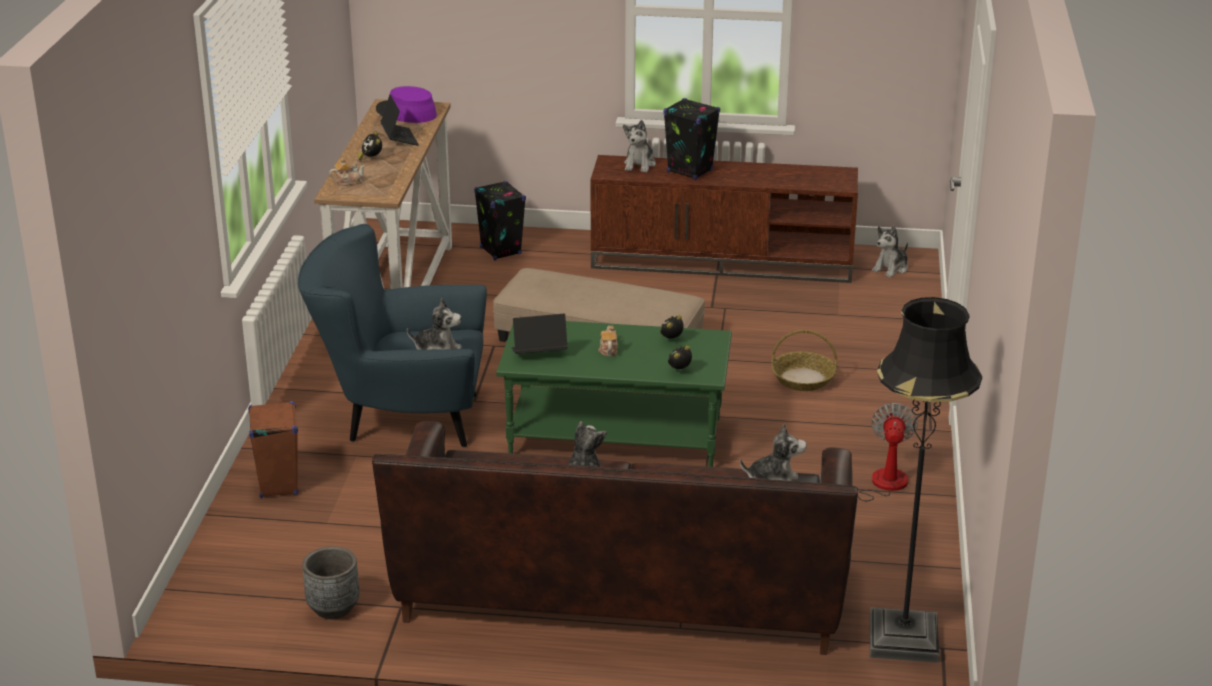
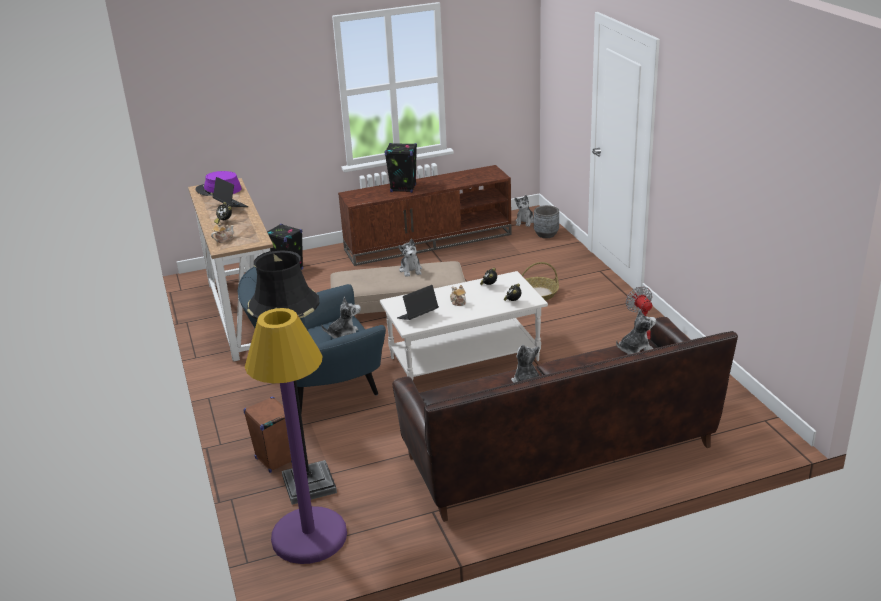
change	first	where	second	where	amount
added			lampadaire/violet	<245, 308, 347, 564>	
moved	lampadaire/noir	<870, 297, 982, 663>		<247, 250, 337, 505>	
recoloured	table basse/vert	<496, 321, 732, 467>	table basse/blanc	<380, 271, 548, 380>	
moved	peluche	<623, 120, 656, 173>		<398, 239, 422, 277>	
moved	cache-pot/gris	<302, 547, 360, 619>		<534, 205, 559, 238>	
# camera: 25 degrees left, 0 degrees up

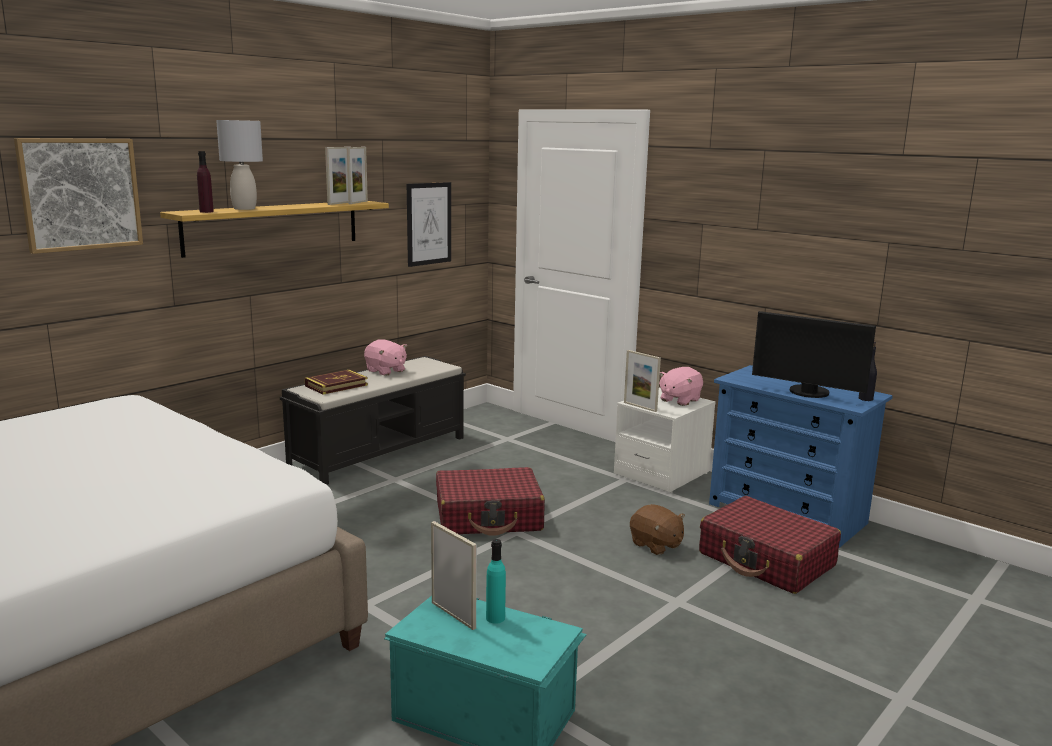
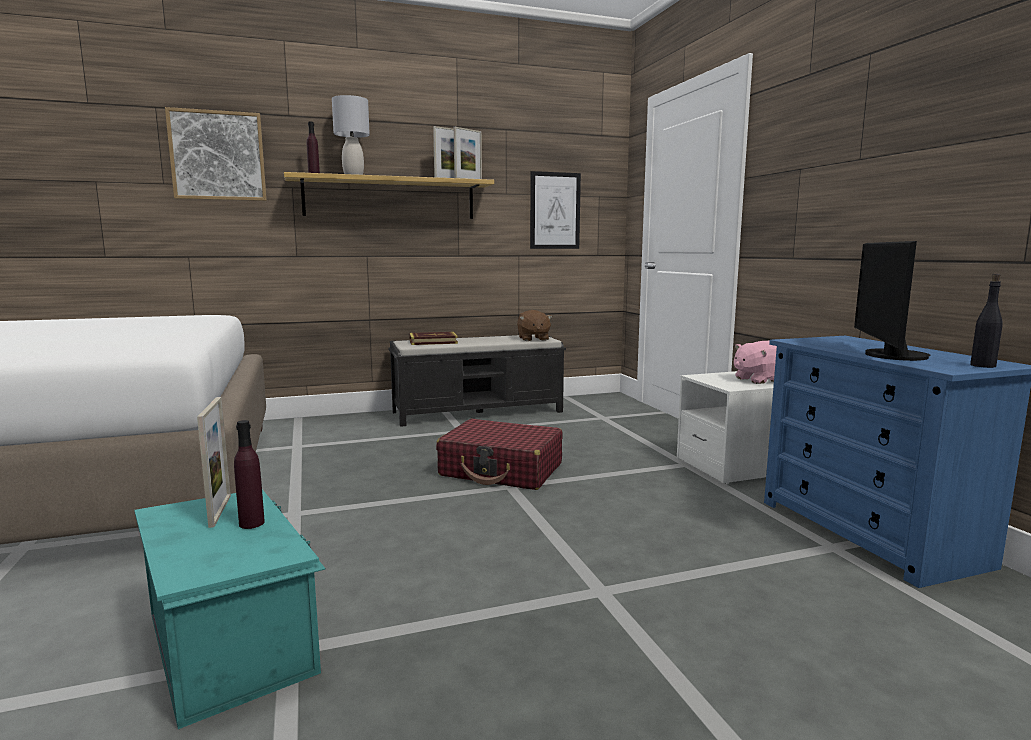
change	first	where	second	where	amount
recoloured	bouteille/turquoise	<486, 539, 506, 624>	bouteille/violet	<234, 420, 265, 529>	
moved	peluche/marron	<630, 504, 685, 555>		<517, 310, 553, 341>	
turned	écran d'ordinateur	<752, 311, 876, 398>		<854, 241, 931, 361>	45 degrees clockwise
removed	peluche/rose	<364, 339, 407, 376>			
removed	cadre photo	<624, 350, 661, 412>			
removed	valise/rouge	<699, 496, 841, 594>			
# camera: 30 degrees right, 5 degrees down

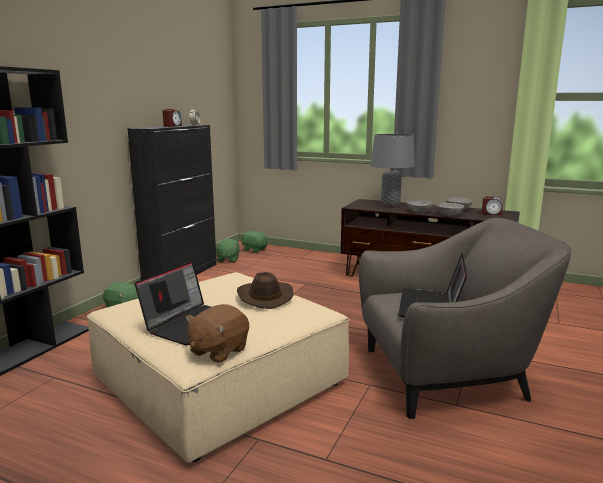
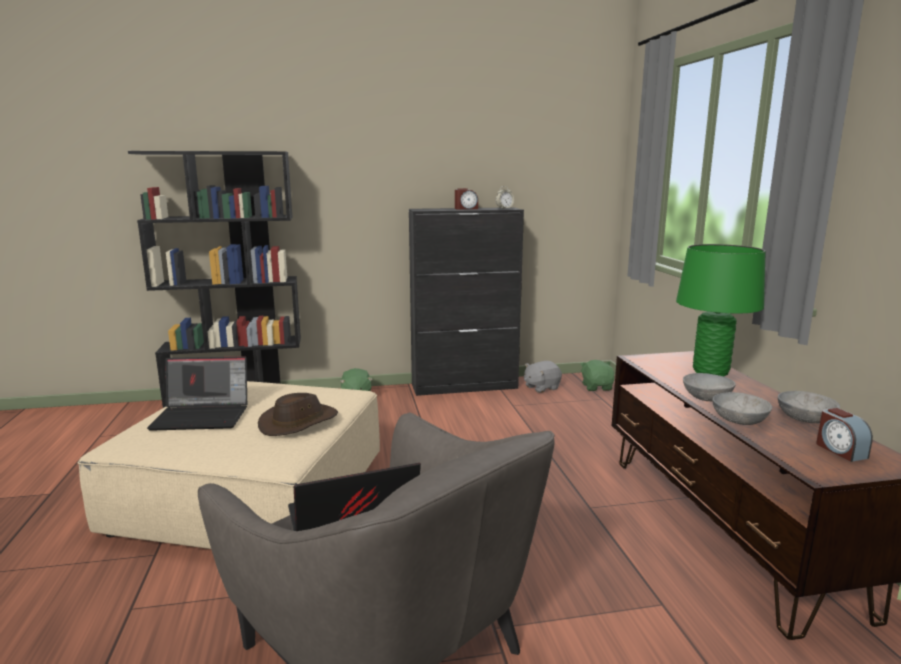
change	first	where	second	where	amount
recoloured	peluche/vert	<216, 239, 240, 263>	peluche/gris	<524, 361, 562, 393>	
recoloured	lampe de table/gris	<370, 134, 415, 206>	lampe de table/vert	<676, 244, 766, 376>	
removed	peluche/marron	<185, 304, 249, 363>			
# camera: 55 degrees right, 0 degrees up

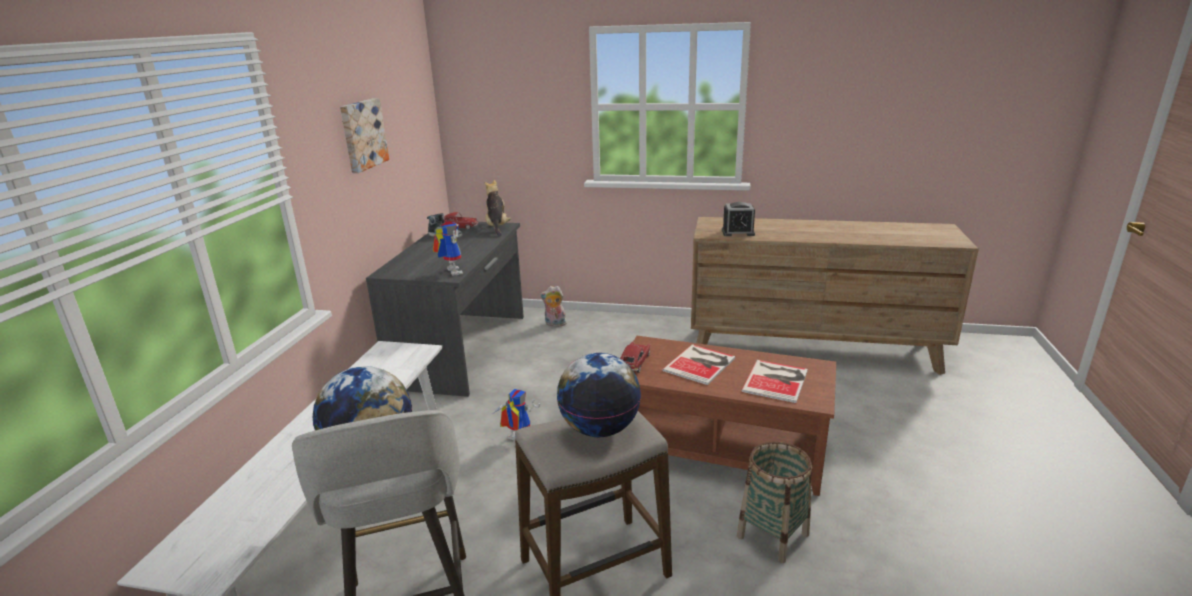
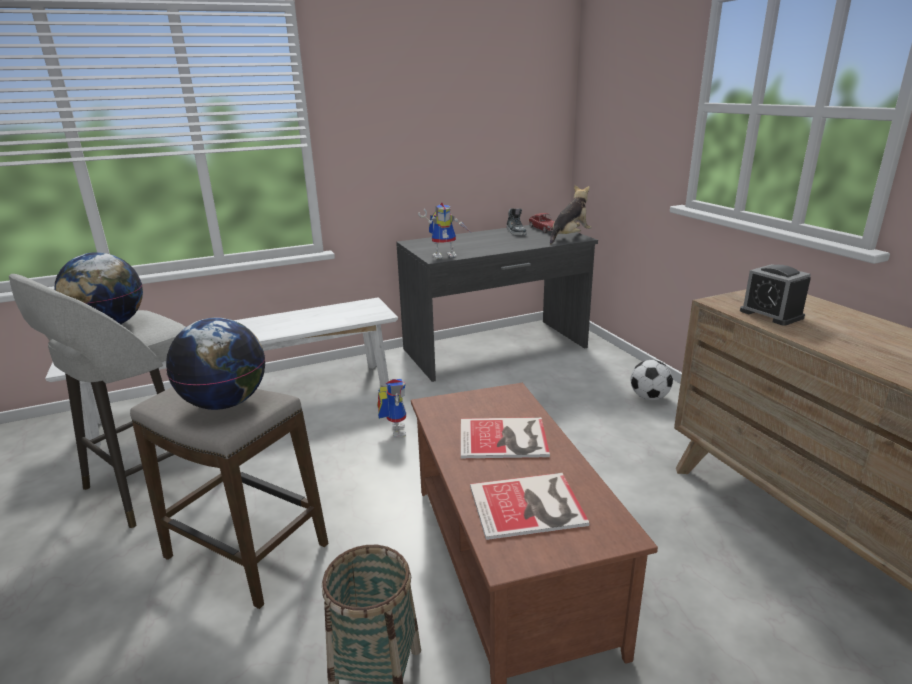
change	first	where	second	where	amount
turned	robot jouet	<433, 221, 463, 276>		<418, 203, 470, 259>	45 degrees clockwise
added			ballon de foot	<631, 360, 673, 400>	
removed	tableau	<340, 98, 389, 173>			
removed	peluche	<540, 286, 567, 326>			
removed	petite voiture	<620, 342, 651, 373>			
# camera: 55 degrees right, 0 degrees up

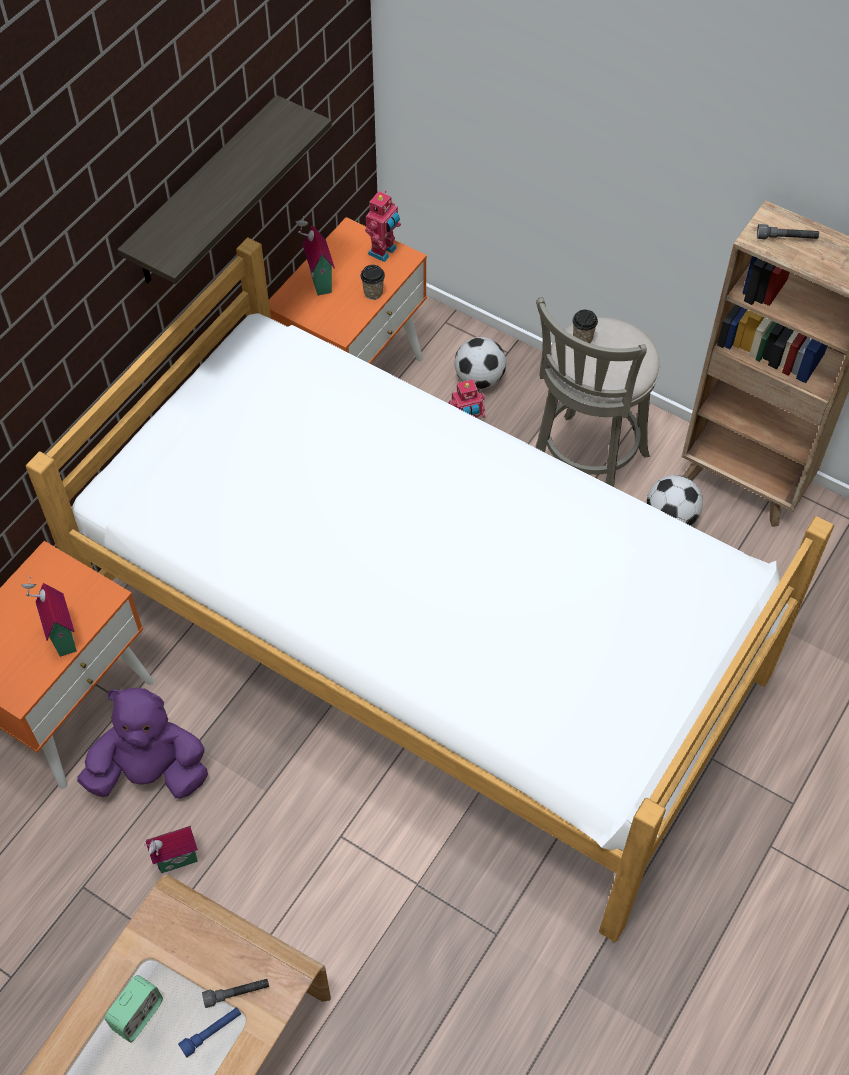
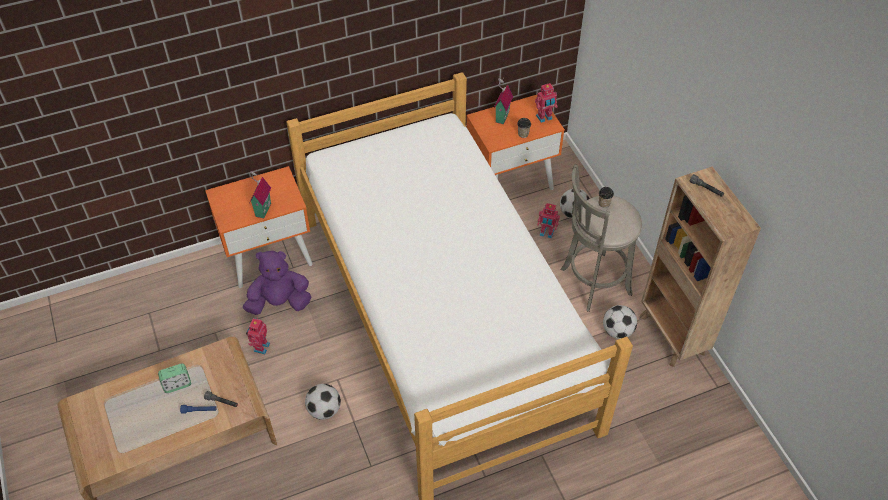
change	first	where	second	where	amount
turned	peluche/violet	<77, 688, 208, 799>		<243, 251, 311, 315>	45 degrees counterclockwise
replaced	maison miniature	<144, 826, 198, 873>	robot jouet	<246, 317, 270, 354>	
added			ballon de foot	<305, 384, 341, 420>	
removed	étagère	<117, 95, 332, 284>			
# camera: 35 degrees right, 5 degrees down

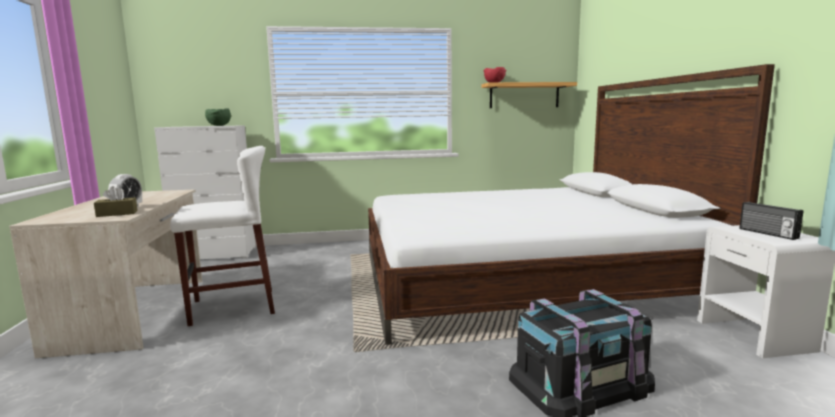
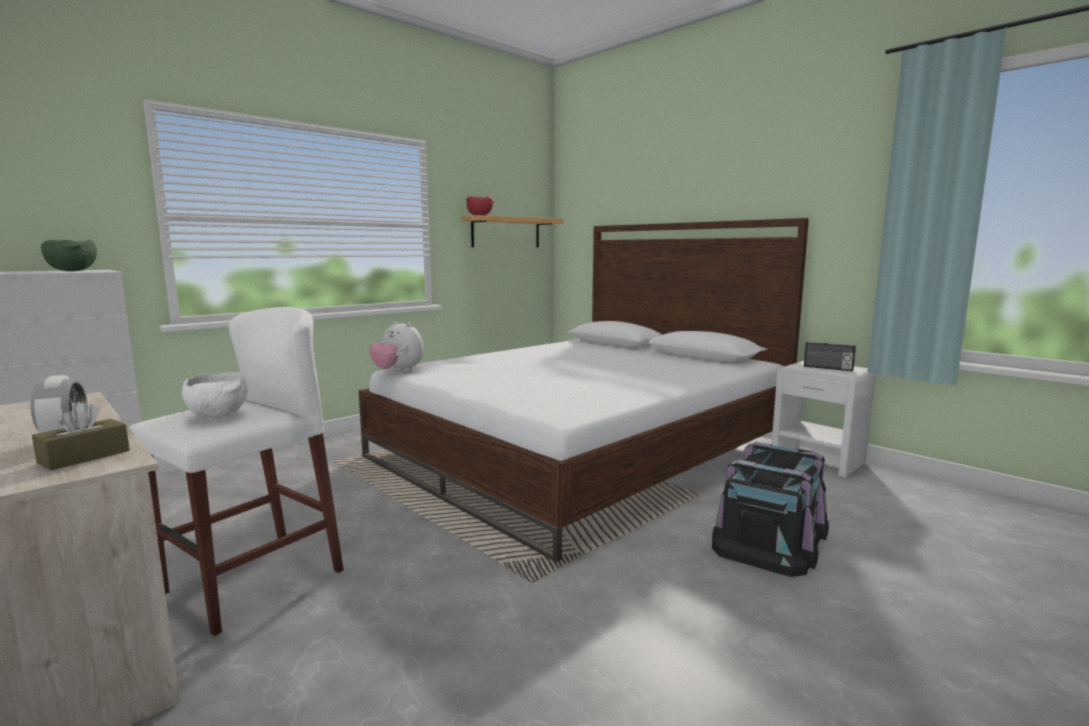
change	first	where	second	where	amount
added			bol/blanc	<182, 372, 247, 418>	
added			peluche	<369, 321, 424, 372>	
# camera: 35 degrees left, 0 degrees up

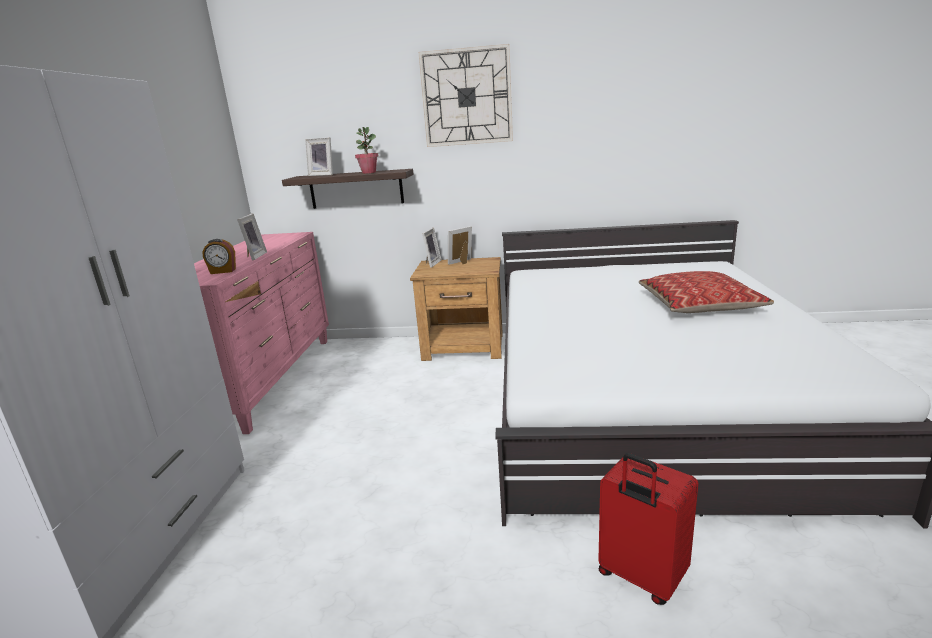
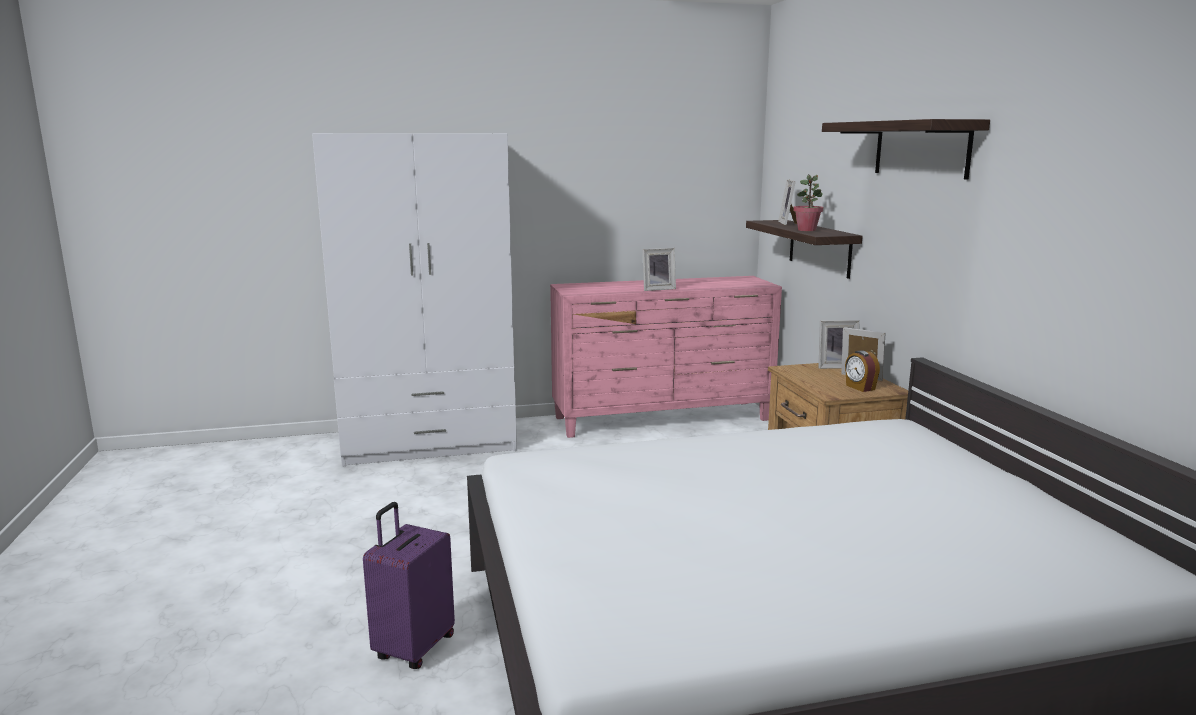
change	first	where	second	where	amount
recoloured	valise/rouge	<598, 453, 698, 605>	valise/violet	<363, 502, 455, 669>	
replaced	horloge murale	<419, 44, 513, 147>	étagère	<822, 119, 990, 180>	
moved	réveil	<203, 239, 236, 274>		<845, 350, 880, 392>	
removed	coussin	<639, 271, 774, 313>			
# camera: 70 degrees right, 5 degrees down

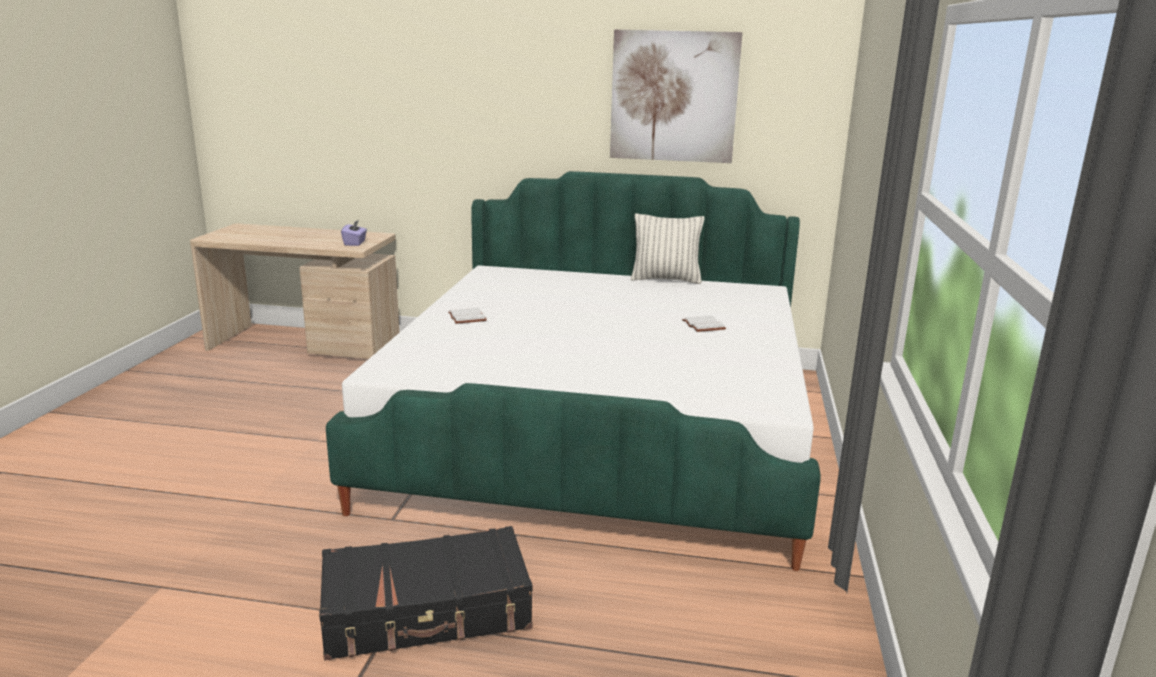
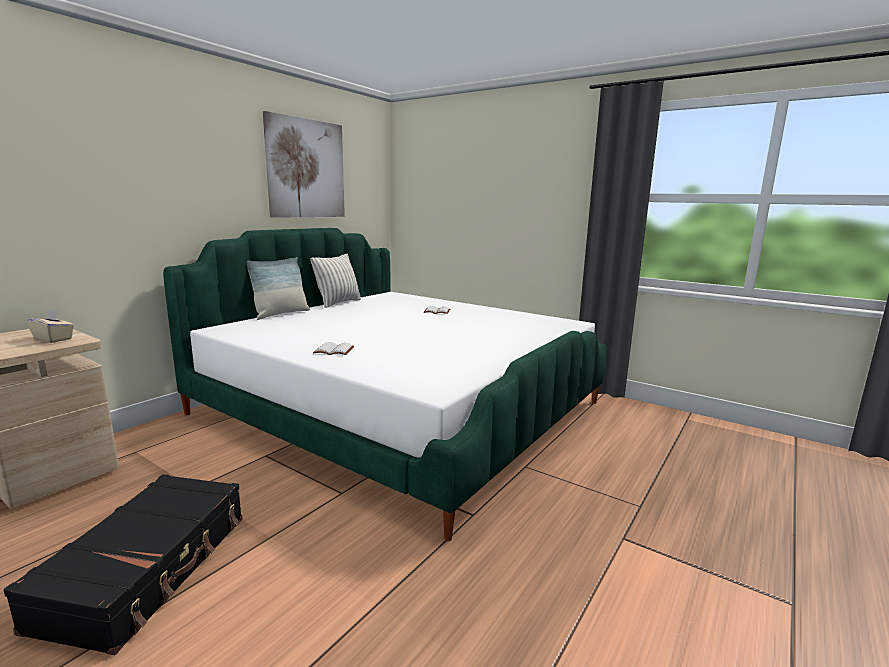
change	first	where	second	where	amount
moved	valise/noir	<319, 526, 532, 660>		<3, 474, 242, 655>	
recoloured	boîte à mouchoirs/violet	<341, 220, 367, 246>	boîte à mouchoirs/beige	<27, 309, 74, 343>	
added			coussin	<247, 257, 310, 320>	
# camera: 65 degrees left, 5 degrees down

